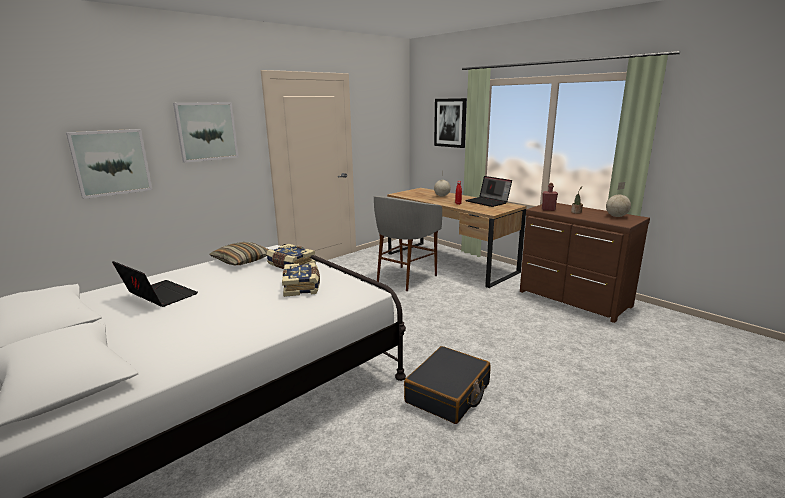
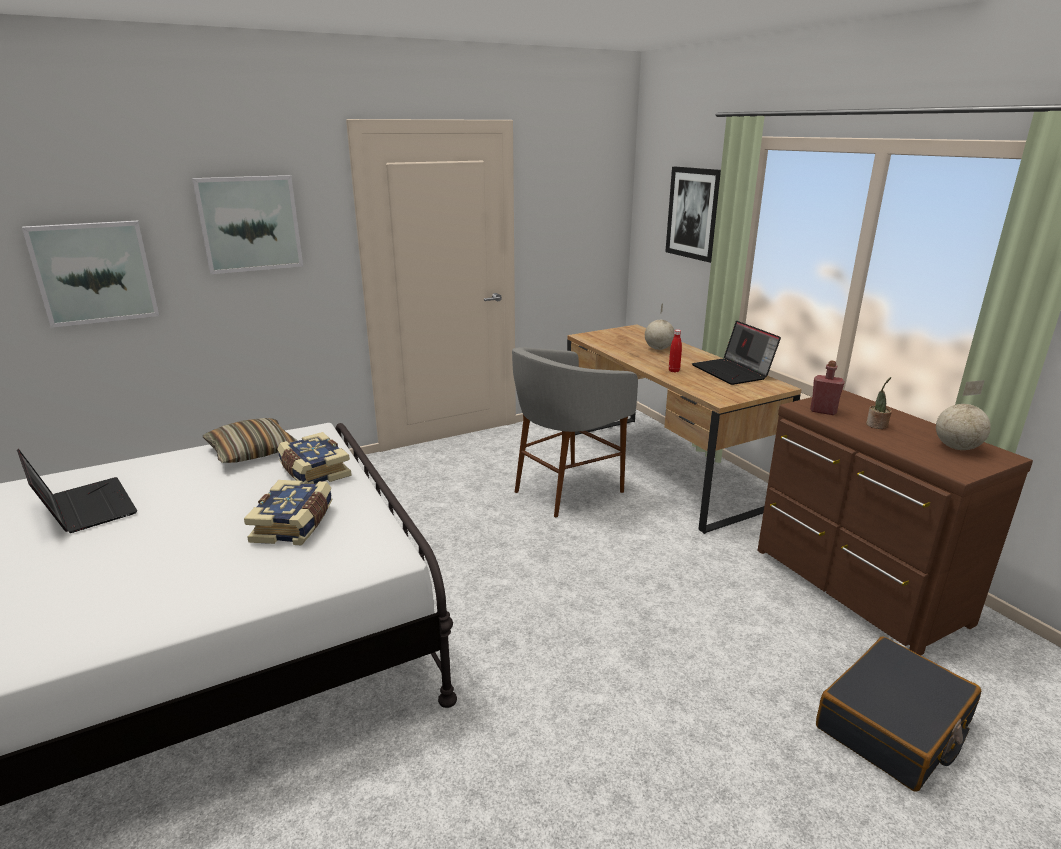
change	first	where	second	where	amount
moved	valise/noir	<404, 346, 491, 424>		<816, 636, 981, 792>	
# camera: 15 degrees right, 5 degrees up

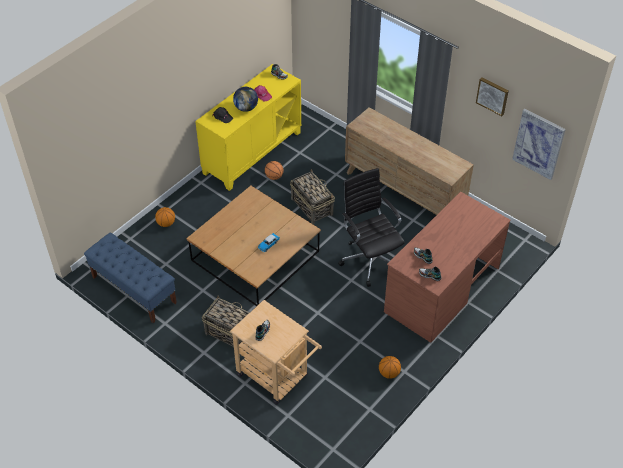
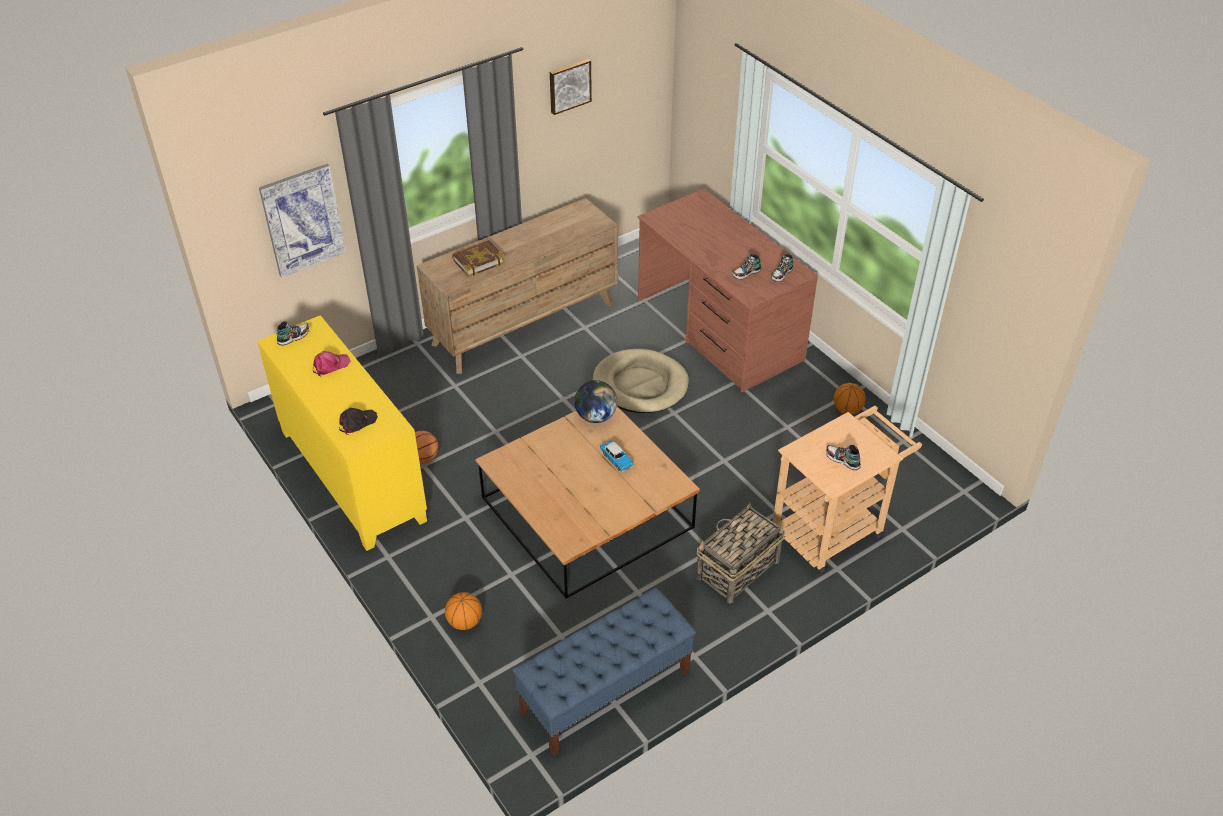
change	first	where	second	where	amount
moved	tableau	<512, 109, 566, 180>		<259, 164, 346, 278>	
added			livre	<452, 240, 505, 277>	
moved	globe	<233, 87, 258, 112>		<574, 380, 617, 423>	
replaced	chaise de bureau/noir	<338, 168, 405, 287>	panier pour chien/beige	<592, 349, 689, 413>	
removed	panier	<290, 169, 335, 224>			
# camera: 75 degrees left, 5 degrees down

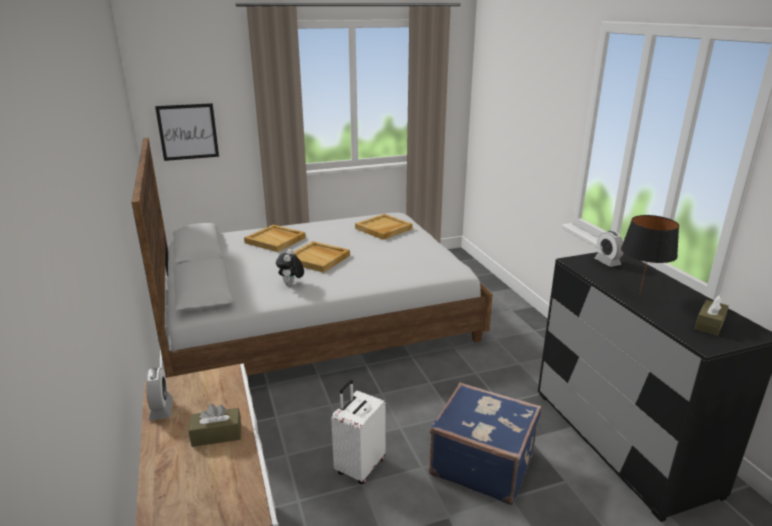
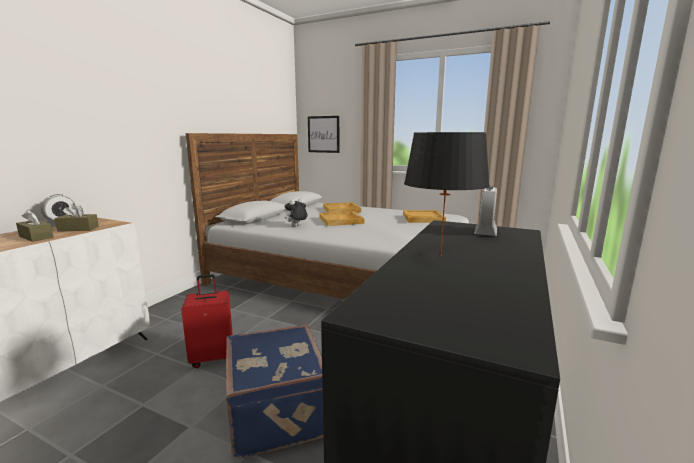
change	first	where	second	where	amount
moved	boîte à mouchoirs/marron	<695, 295, 729, 336>		<55, 204, 99, 232>	
recoloured	valise/blanc	<331, 380, 386, 484>	valise/rouge	<181, 274, 233, 368>	
# camera: 45 degrees right, 10 degrees down

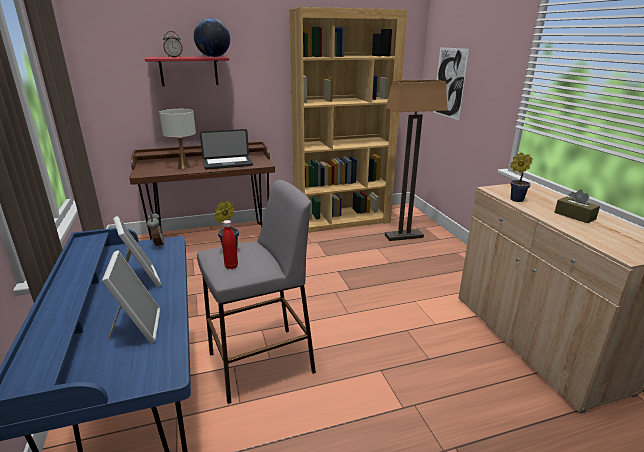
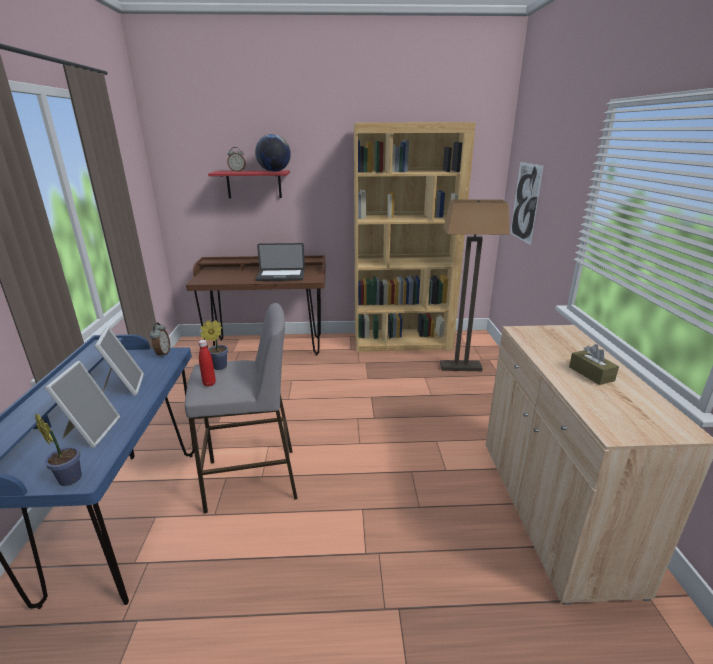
change	first	where	second	where	amount
moved	plante en pot	<510, 152, 533, 202>		<35, 414, 82, 486>	
removed	lampe de table/blanc	<159, 109, 196, 169>			
# camera: 15 degrees right, 0 degrees up

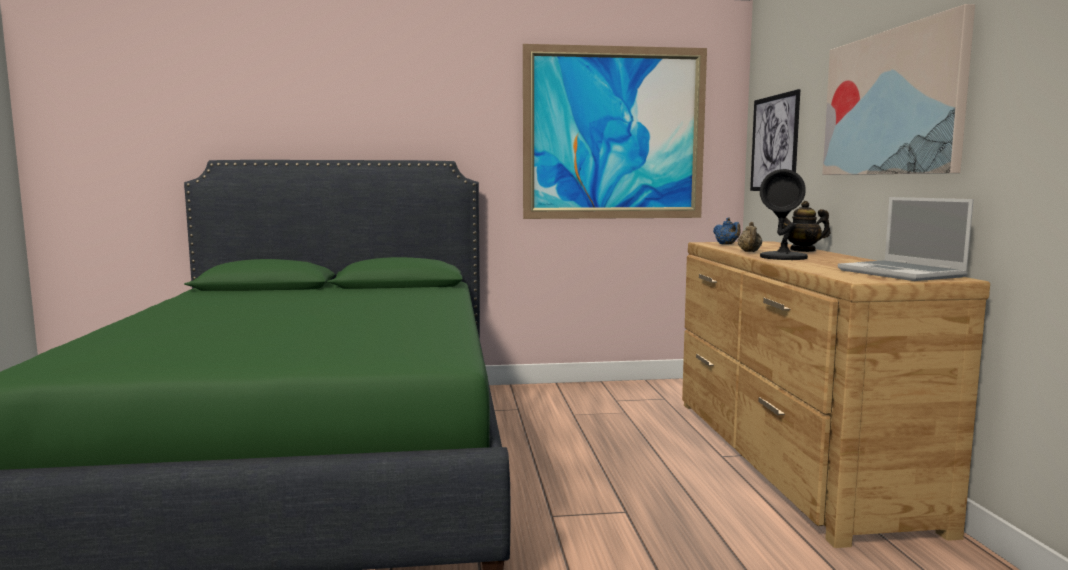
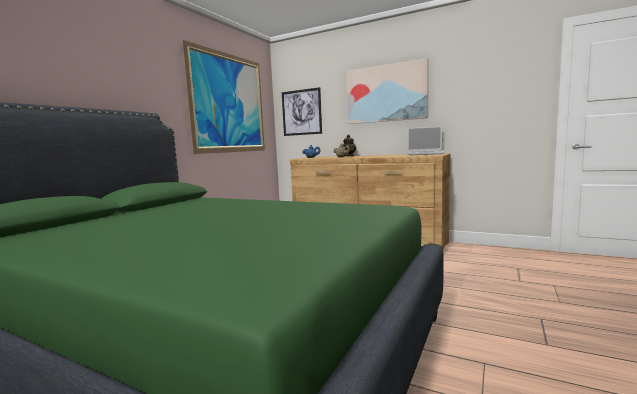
change	first	where	second	where	amount
removed	lampe de table/noir	<760, 169, 808, 260>			
# camera: 55 degrees left, 0 degrees up

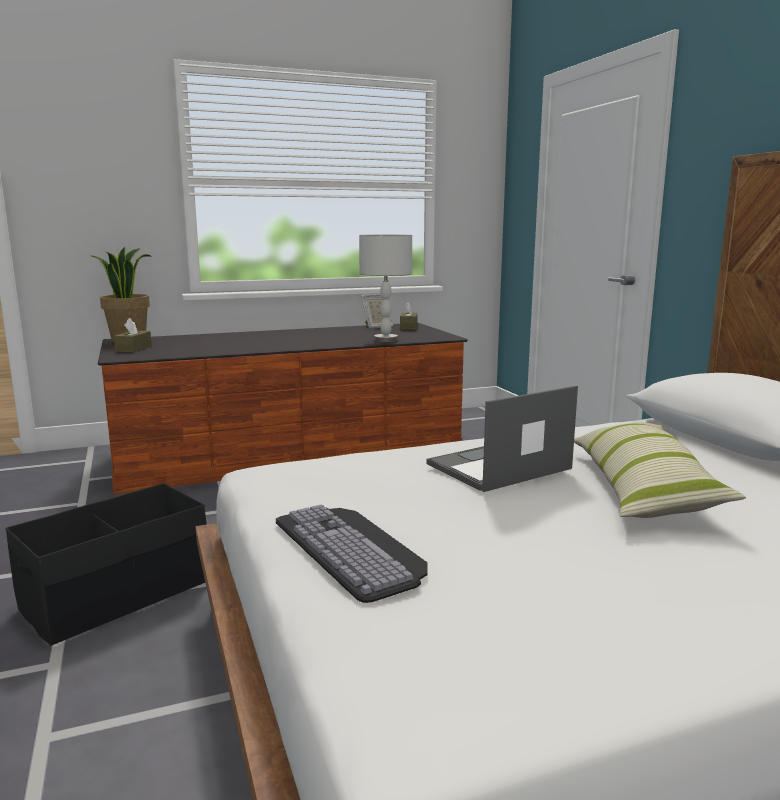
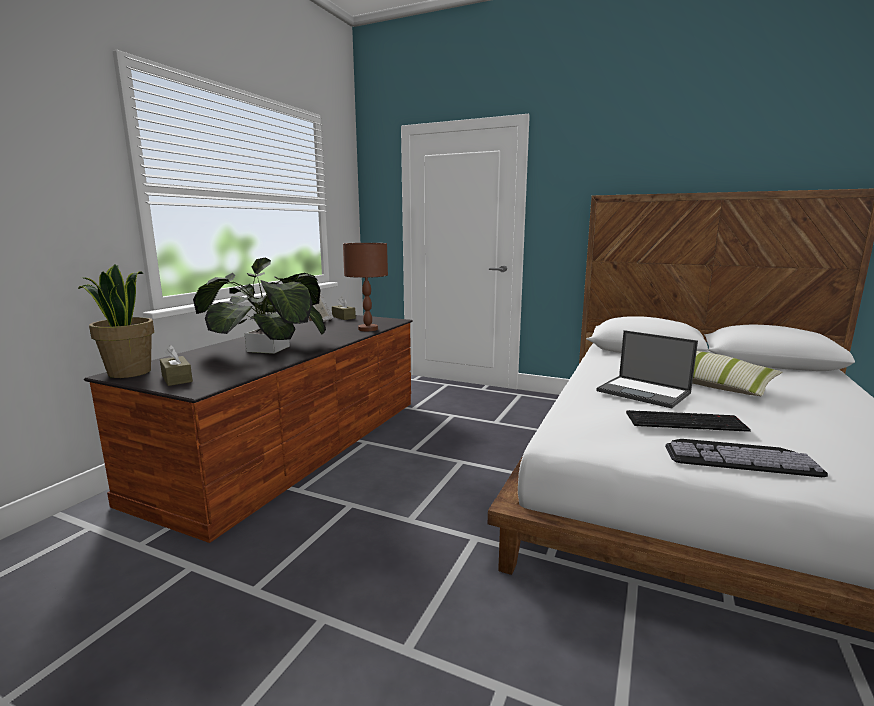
change	first	where	second	where	amount
added			plante en pot	<193, 257, 326, 354>	
recoloured	lampe de table/gris	<359, 235, 412, 342>	lampe de table/marron	<343, 243, 388, 331>	
turned	ordinateur portable	<427, 385, 578, 492>		<596, 330, 698, 408>	60 degrees counterclockwise
added			clavier	<626, 410, 751, 432>	
removed	boîte de rangement/noir	<5, 483, 207, 646>			
# camera: 45 degrees left, 0 degrees up

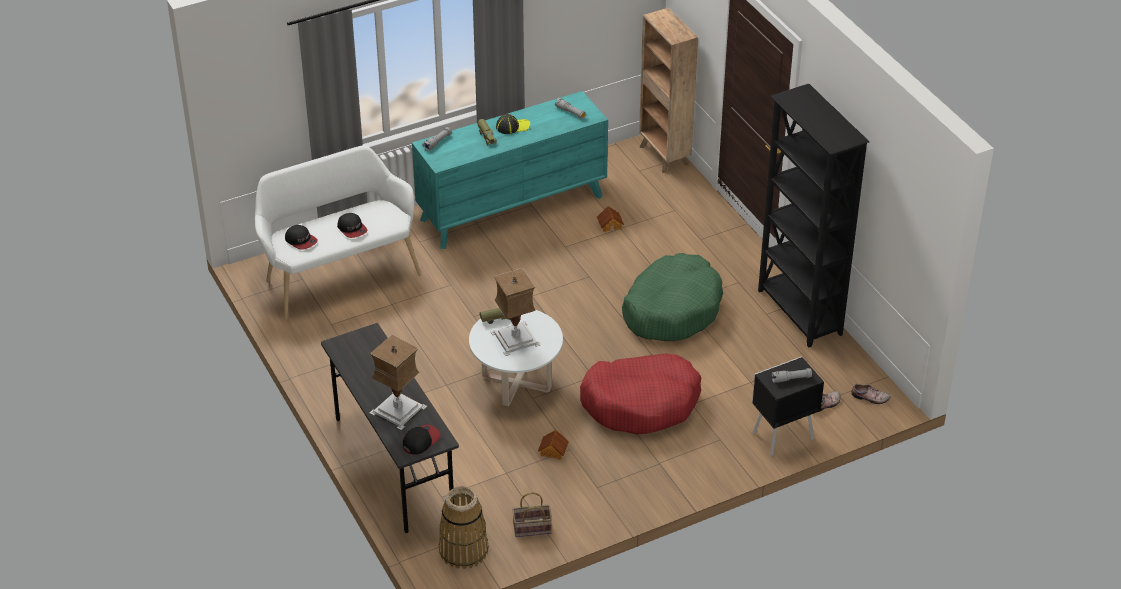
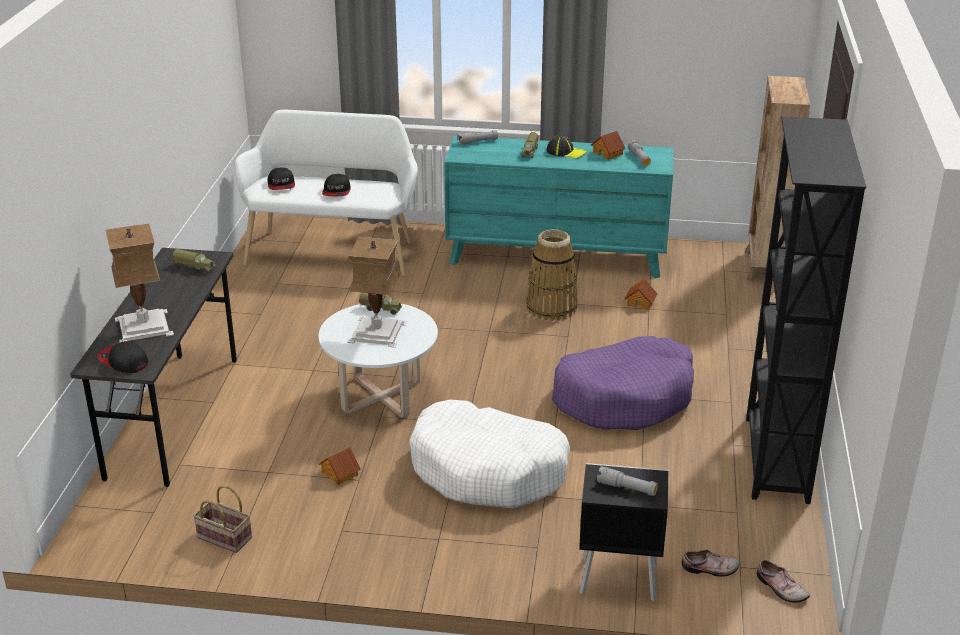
change	first	where	second	where	amount
turned	casquette	<403, 425, 441, 455>		<97, 341, 148, 373>	135 degrees counterclockwise
added			camion jouet	<172, 249, 216, 274>	
recoloured	panier pour chien/rouge	<580, 353, 701, 435>	panier pour chien/blanc	<409, 400, 570, 508>	
moved	panier	<439, 486, 489, 569>		<526, 229, 578, 321>	
recoloured	panier pour chien/vert	<622, 253, 723, 341>	panier pour chien/violet	<551, 336, 694, 430>	
added			maison miniature	<591, 131, 626, 160>	
# camera: 35 degrees right, 10 degrees down

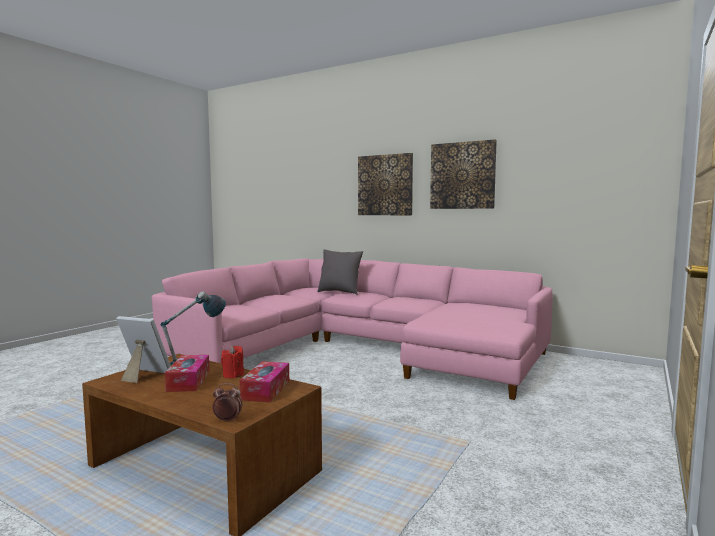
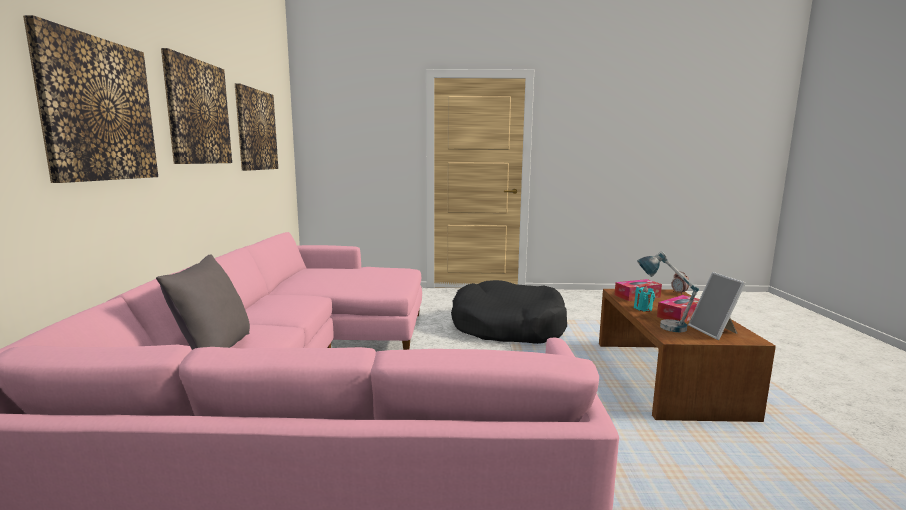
change	first	where	second	where	amount
added			tableau	<235, 83, 278, 171>	
added			panier pour chien/noir	<451, 280, 567, 344>	
recoloured	bougie/rouge	<221, 346, 244, 378>	bougie/turquoise	<634, 286, 655, 312>	
# camera: 120 degrees left, 5 degrees up

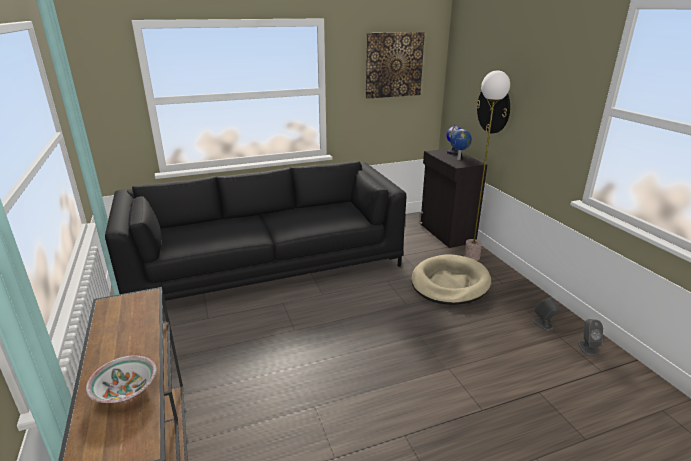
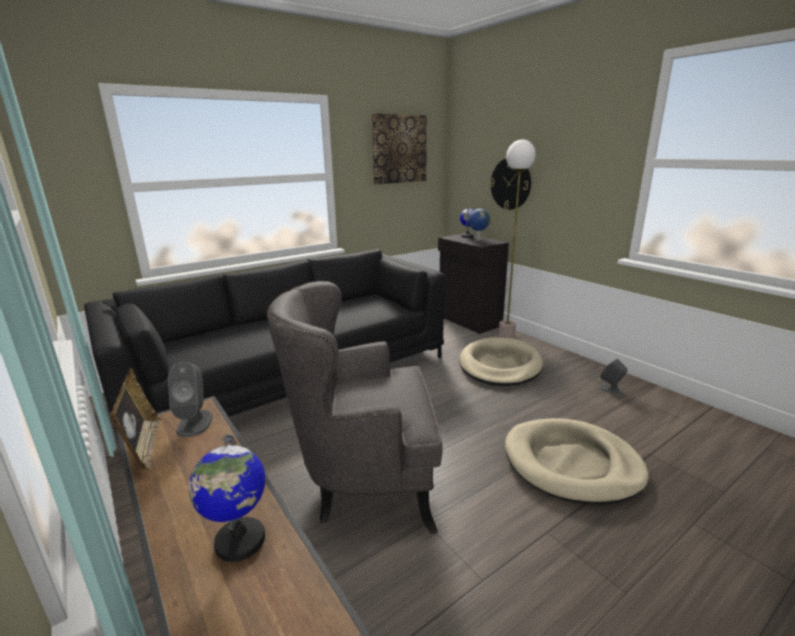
change	first	where	second	where	amount
added			cadre photo	<110, 367, 162, 471>	
moved	enceinte/gris	<578, 319, 603, 356>		<168, 362, 213, 437>	
replaced	bol	<86, 355, 157, 403>	globe	<188, 434, 265, 562>	
added			fauteuil/gris	<267, 281, 443, 534>	
added			panier pour chien/beige	<505, 418, 649, 505>	
# camera: 15 degrees left, 5 degrees down

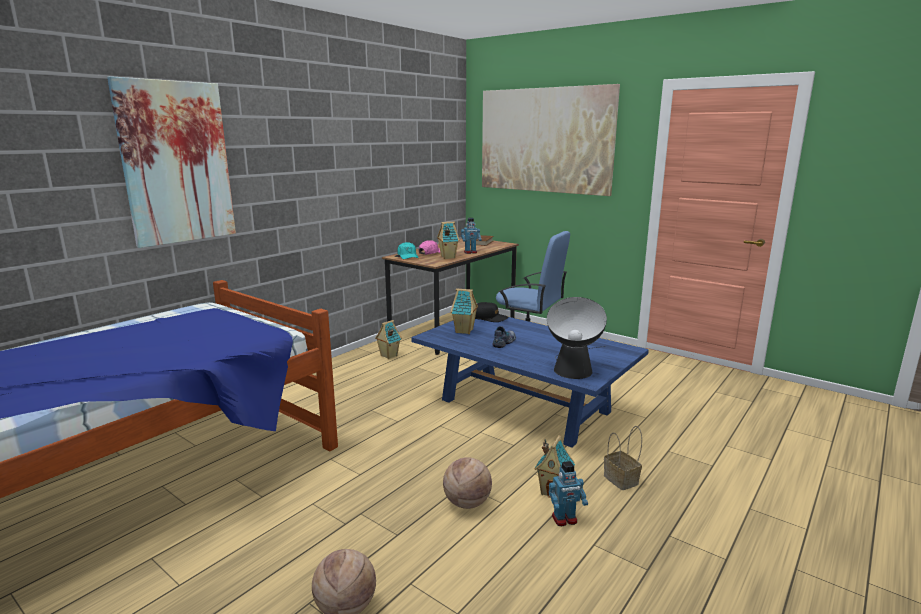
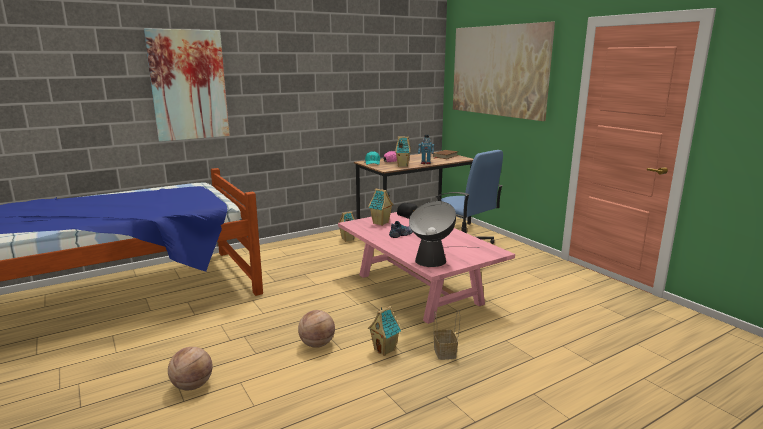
change	first	where	second	where	amount
recoloured	table basse/bleu	<411, 317, 649, 448>	table basse/rose	<338, 212, 515, 324>	
removed	robot jouet	<549, 461, 588, 526>			
# camera: 20 degrees right, 0 degrees up

